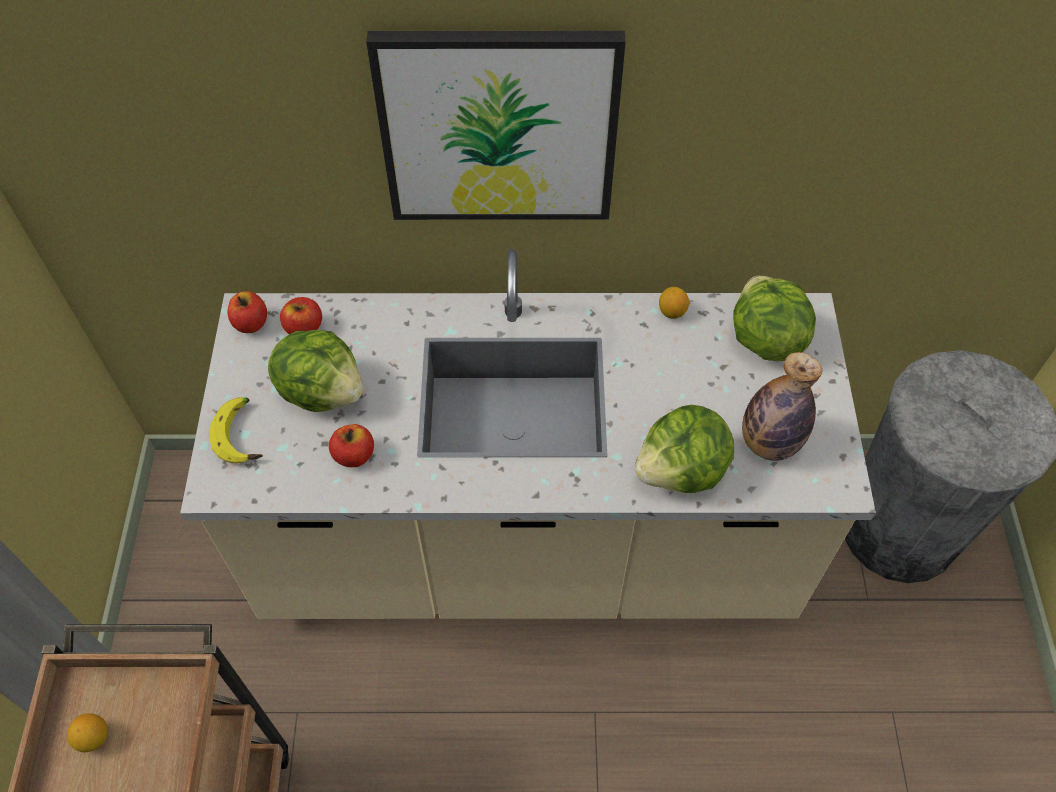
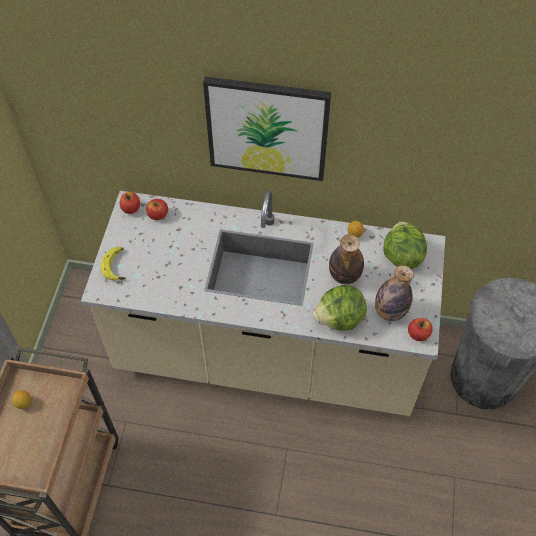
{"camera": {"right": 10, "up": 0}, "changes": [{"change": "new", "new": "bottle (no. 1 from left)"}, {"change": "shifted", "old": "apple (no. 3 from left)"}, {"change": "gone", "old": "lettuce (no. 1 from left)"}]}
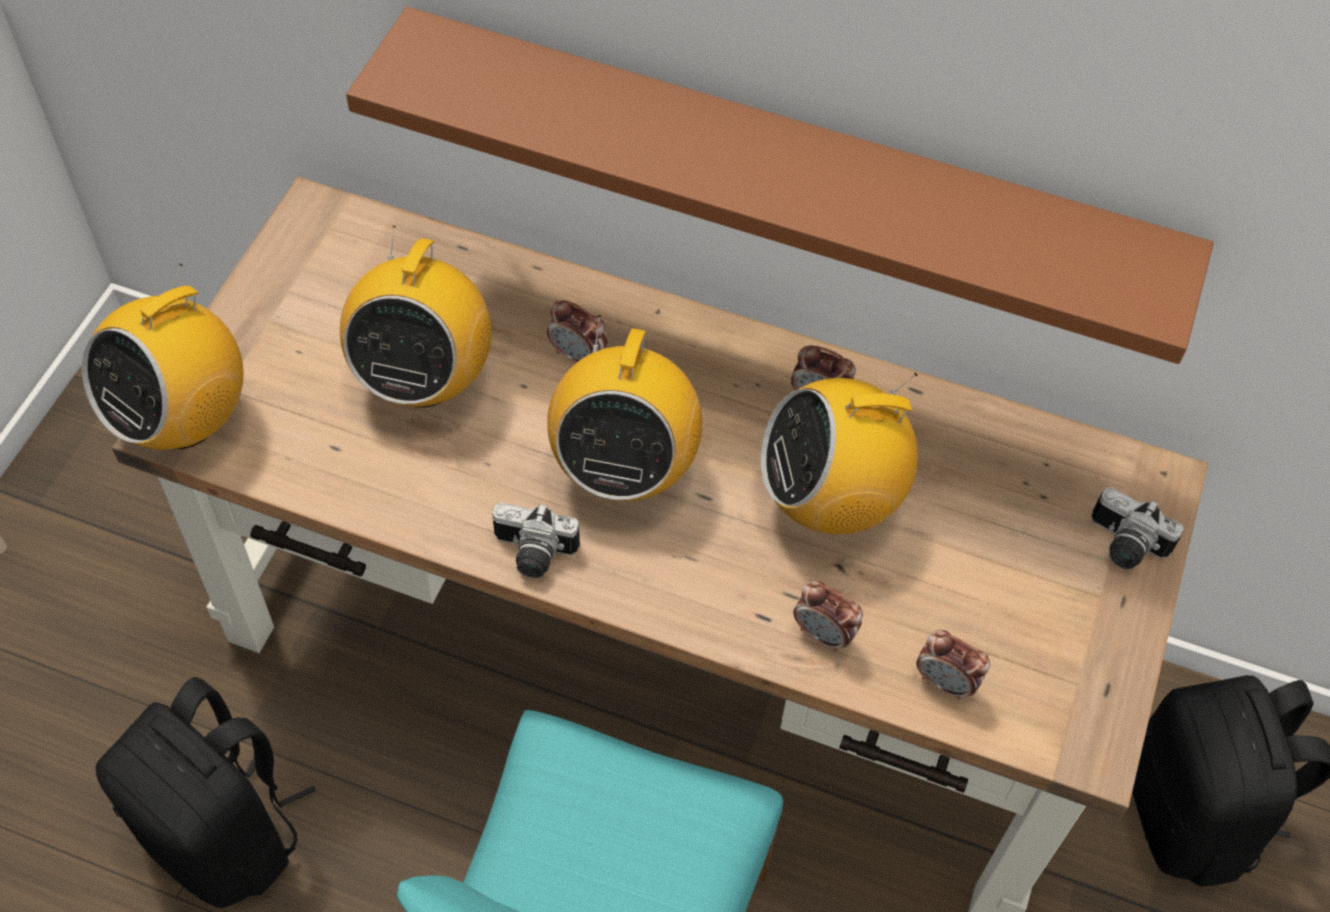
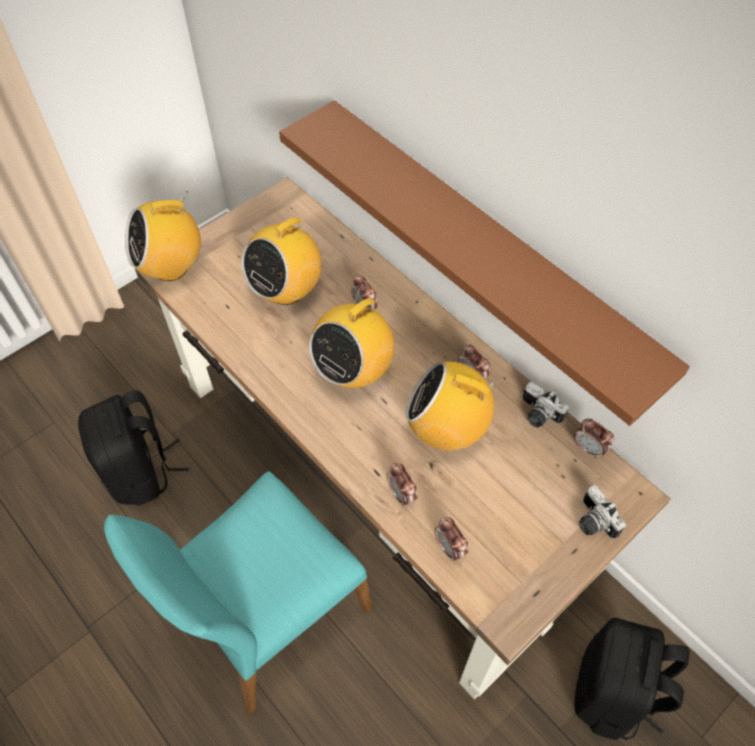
{"camera": {"right": 30, "up": 0}, "changes": [{"change": "shifted", "old": "photo_camera (no. 1 from left)"}, {"change": "new", "new": "alarm_clock (no. 5 from left)"}]}
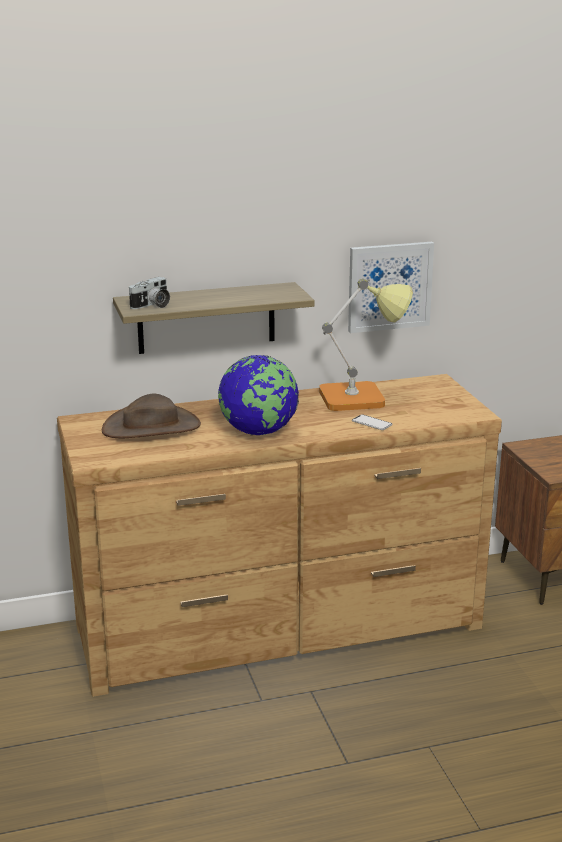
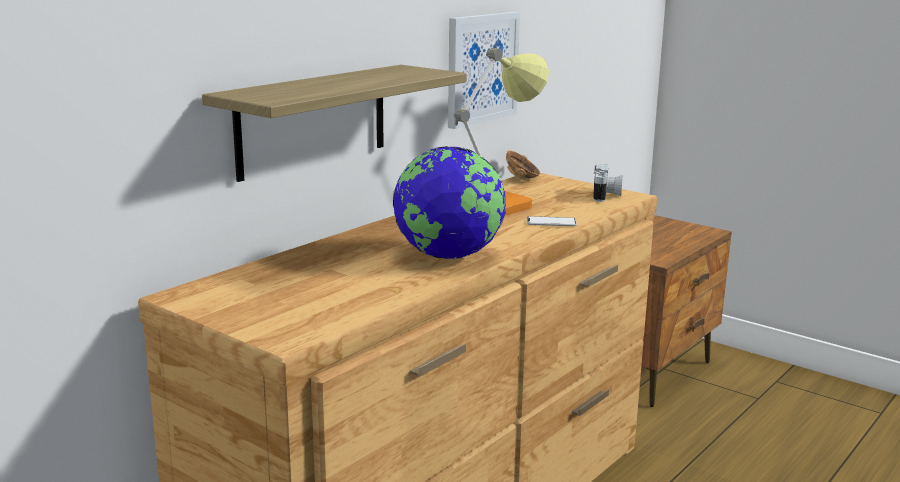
{"camera": {"right": -35, "up": -5}, "changes": [{"change": "new", "new": "bowl"}, {"change": "shifted", "old": "photo_camera"}, {"change": "gone", "old": "brown_hat"}]}
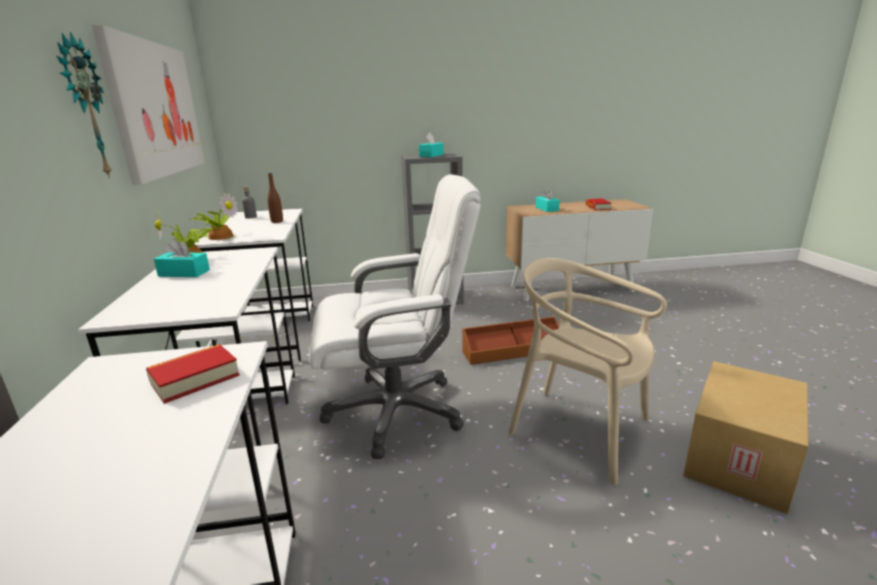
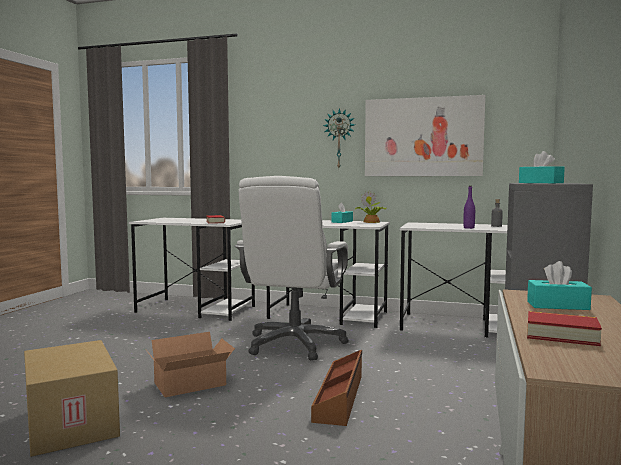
{"camera": {"right": 115, "up": -15}, "changes": [{"change": "swapped", "old": "beige_chair", "new": "cardboard_box (no. 2 from left)"}, {"change": "repainted", "old": "brown_bottle", "new": "purple_bottle"}, {"change": "gone", "old": "potted_plant (no. 2 from left)"}]}
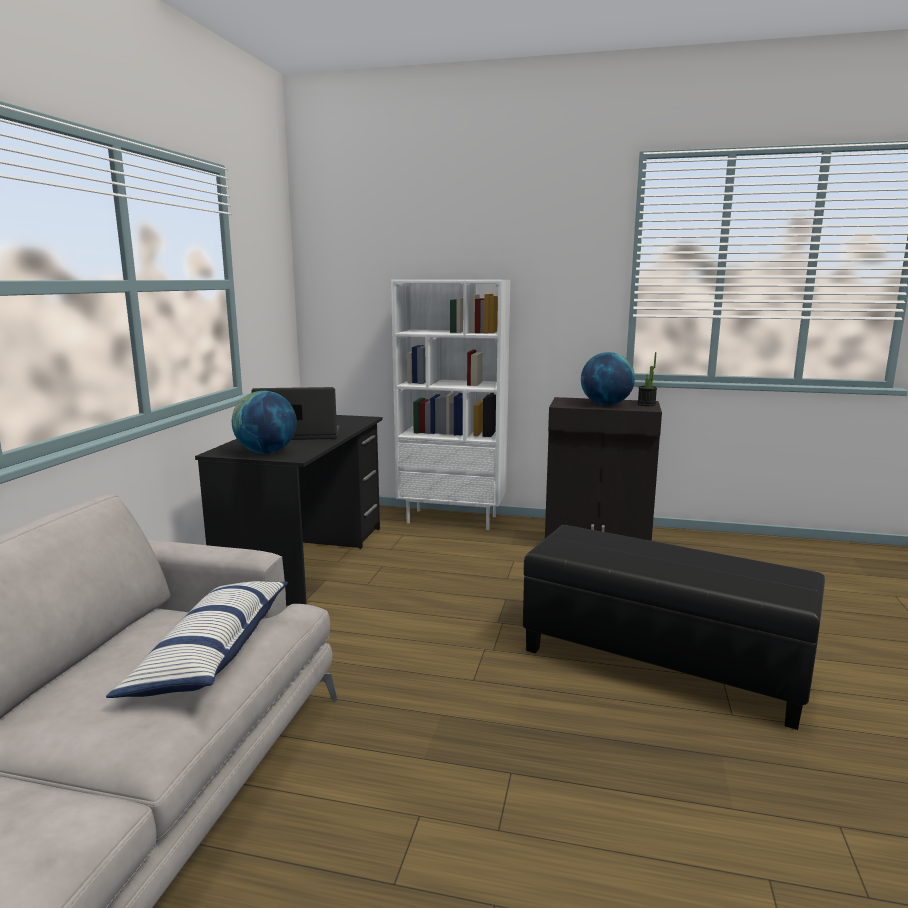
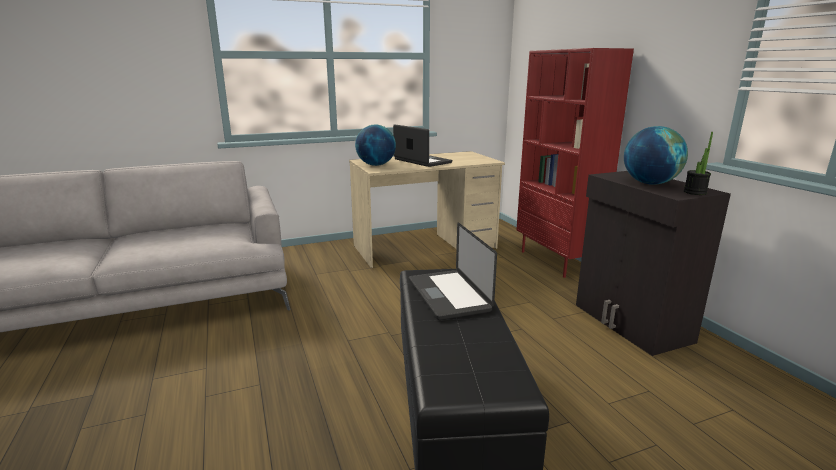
{"camera": {"right": 55, "up": 5}, "changes": [{"change": "repainted", "old": "black_desk", "new": "beige_desk"}, {"change": "new", "new": "laptop (no. 2 from left)"}, {"change": "repainted", "old": "white_bookcase", "new": "red_bookcase"}, {"change": "gone", "old": "pillow"}]}
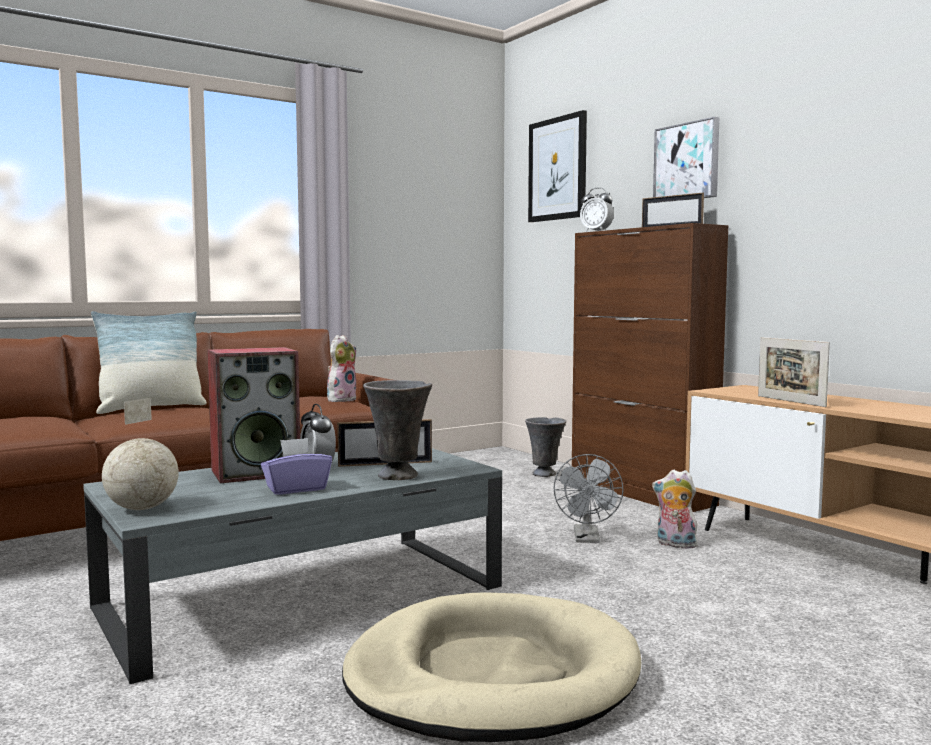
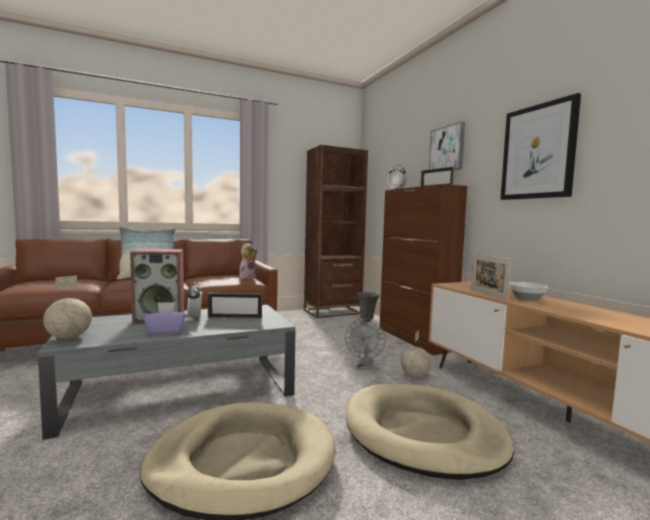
{"camera": {"right": 10, "up": 0}, "changes": [{"change": "new", "new": "brown_bookcase"}, {"change": "new", "new": "beige_dog_bed (no. 2 from left)"}, {"change": "swapped", "old": "plush_toy (no. 2 from left)", "new": "globe (no. 2 from left)"}, {"change": "shifted", "old": "picture (no. 1 from left in the first image)", "new": "picture (no. 2 from left)"}, {"change": "new", "new": "bowl"}, {"change": "gone", "old": "grey_vase (no. 1 from left)"}]}
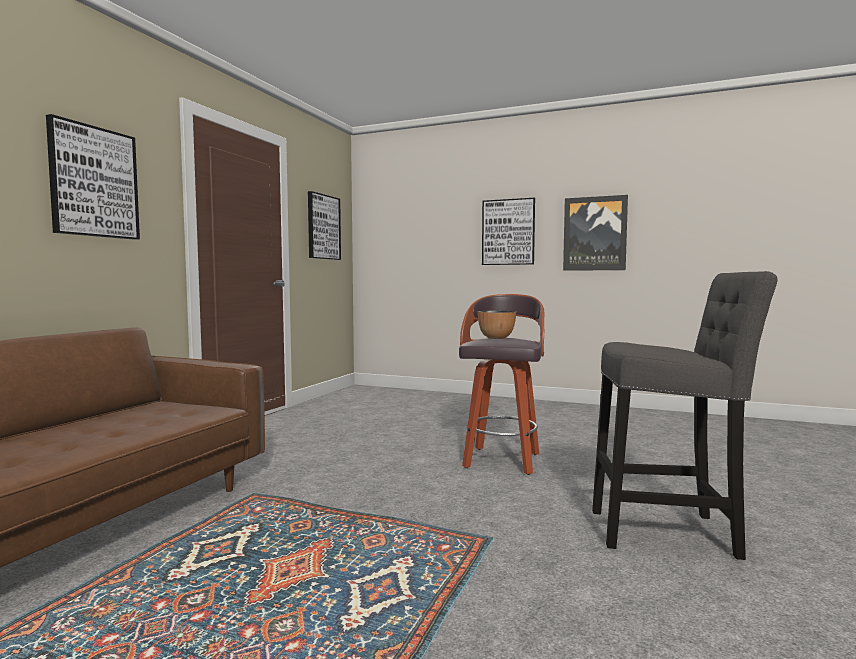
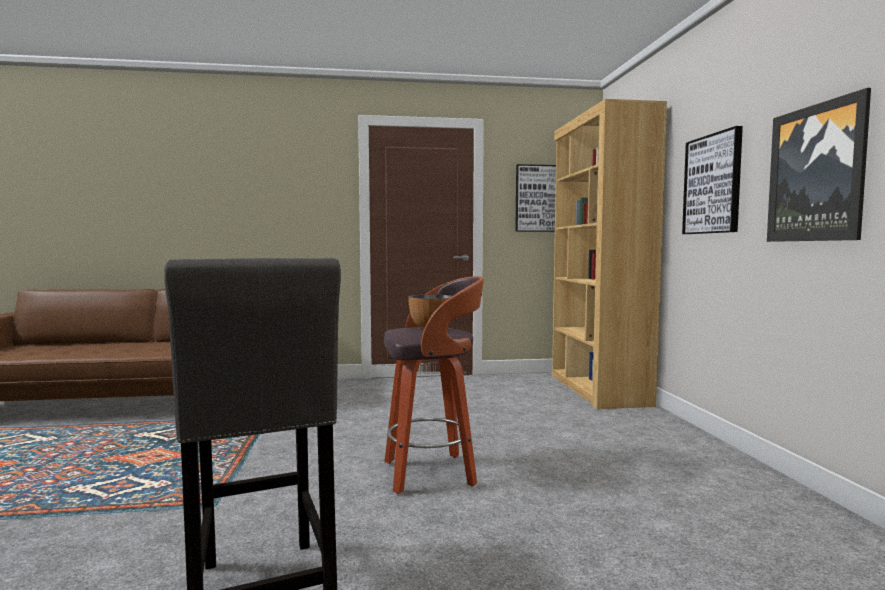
{"camera": {"right": 60, "up": 0}, "changes": [{"change": "new", "new": "brown_bookcase"}, {"change": "gone", "old": "picture (no. 1 from left)"}]}
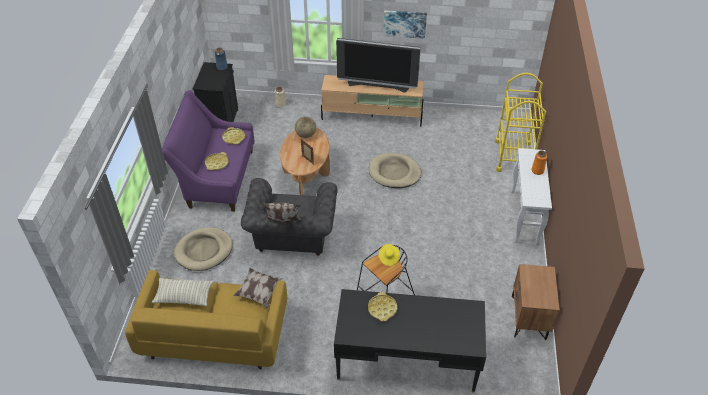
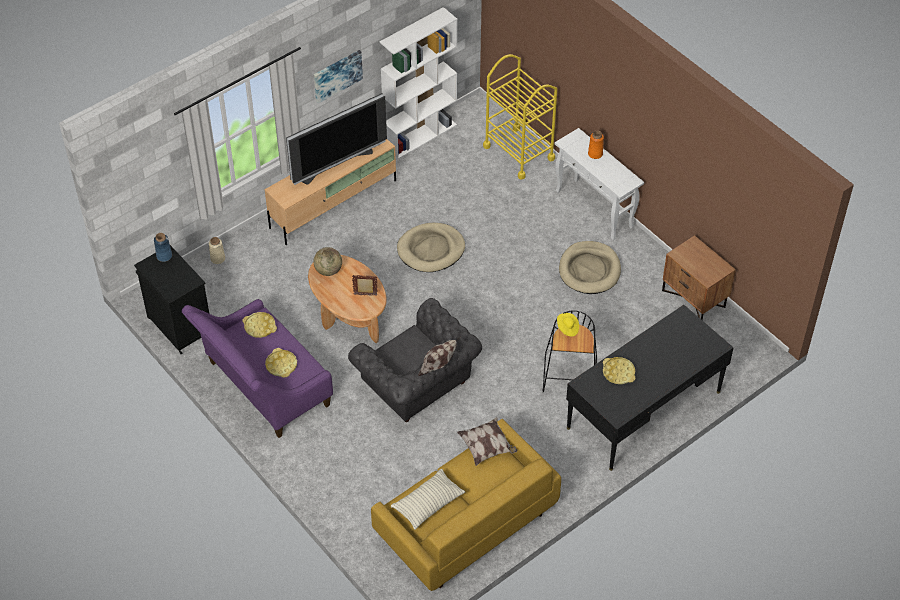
{"camera": {"right": -45, "up": 5}, "changes": [{"change": "new", "new": "white_bookcase"}, {"change": "shifted", "old": "beige_dog_bed (no. 1 from left in the first image)", "new": "beige_dog_bed (no. 2 from left)"}]}
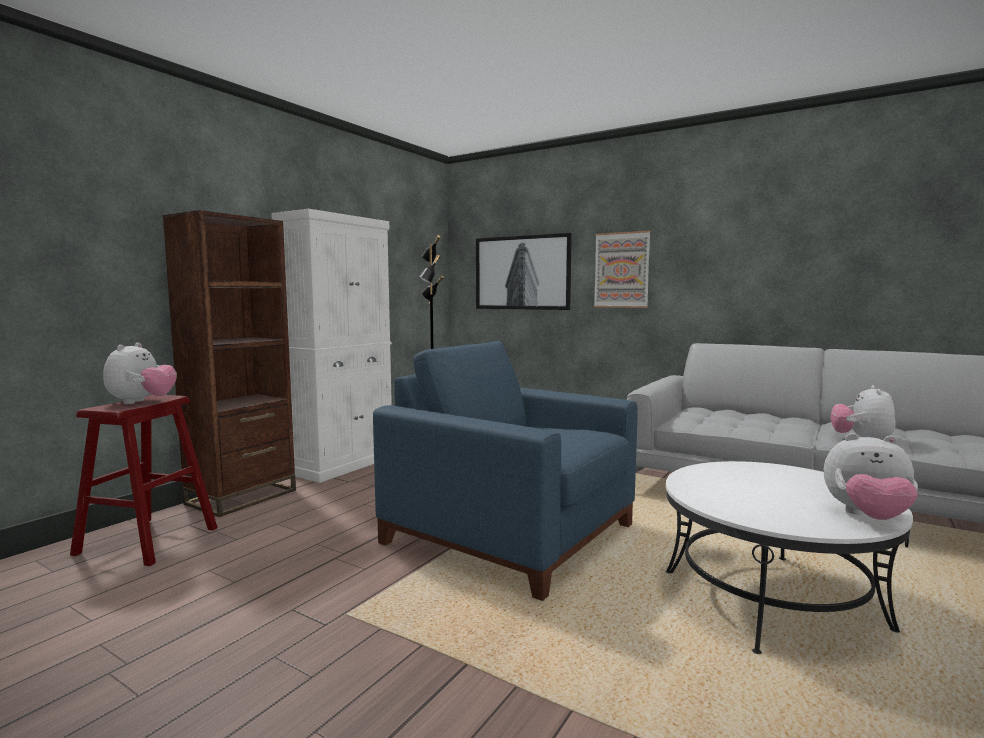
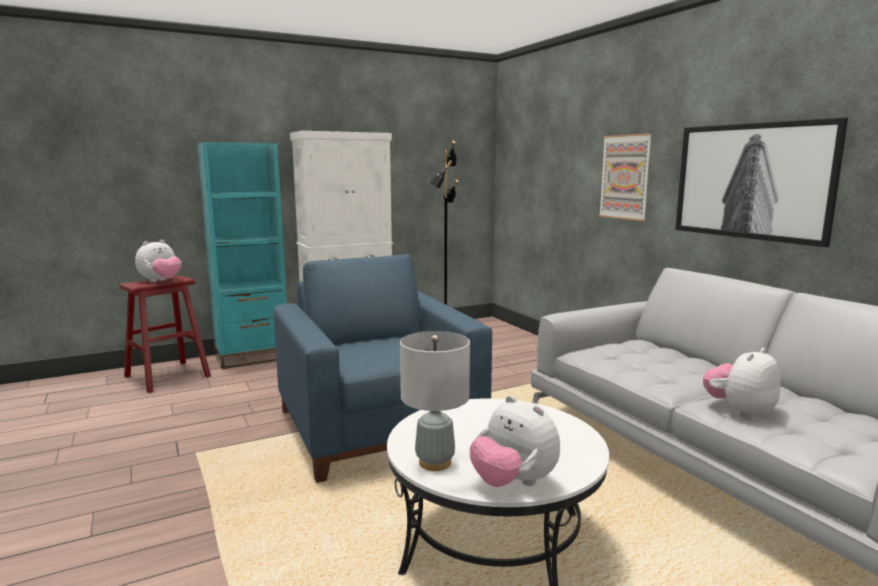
{"camera": {"right": 30, "up": 5}, "changes": [{"change": "repainted", "old": "brown_bookcase", "new": "turquoise_bookcase"}, {"change": "new", "new": "grey_table_lamp"}, {"change": "shifted", "old": "picture (no. 1 from left in the first image)", "new": "picture (no. 2 from left)"}]}
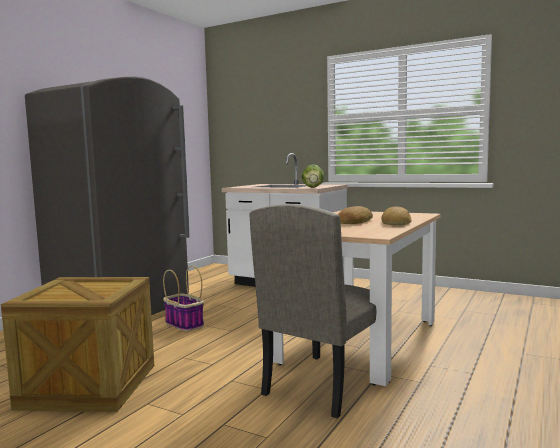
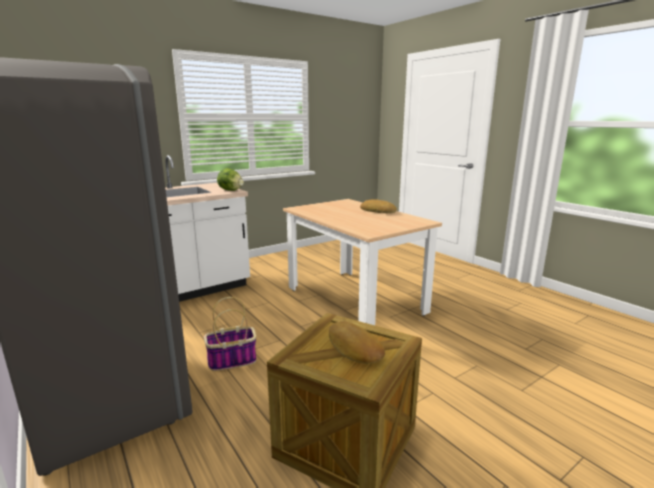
{"camera": {"right": -65, "up": 10}, "changes": [{"change": "shifted", "old": "bread (no. 1 from left)"}, {"change": "gone", "old": "beige_chair"}]}
